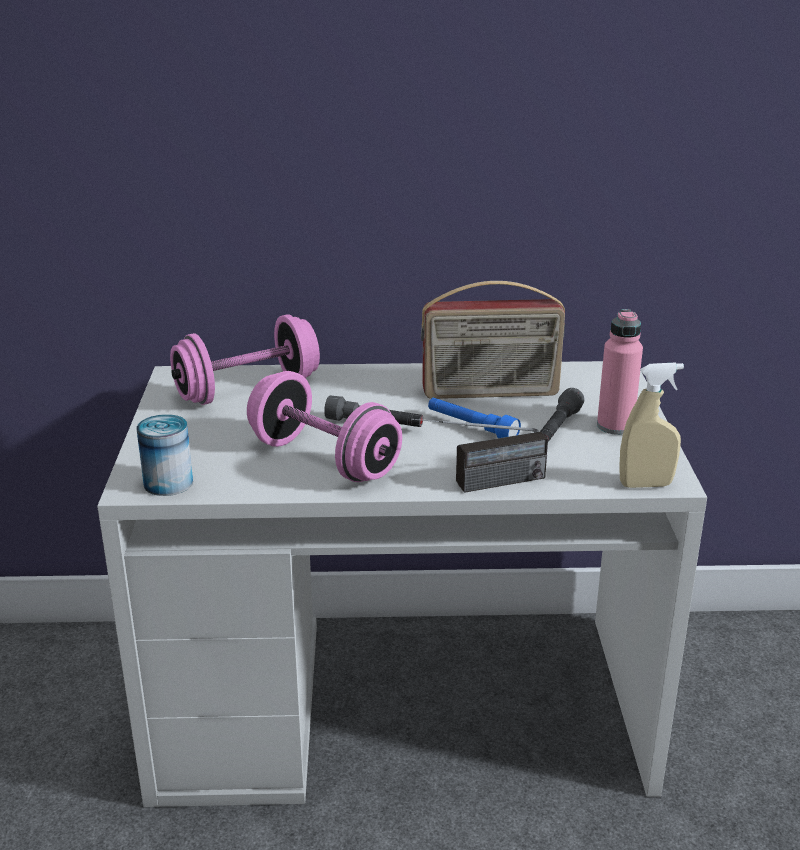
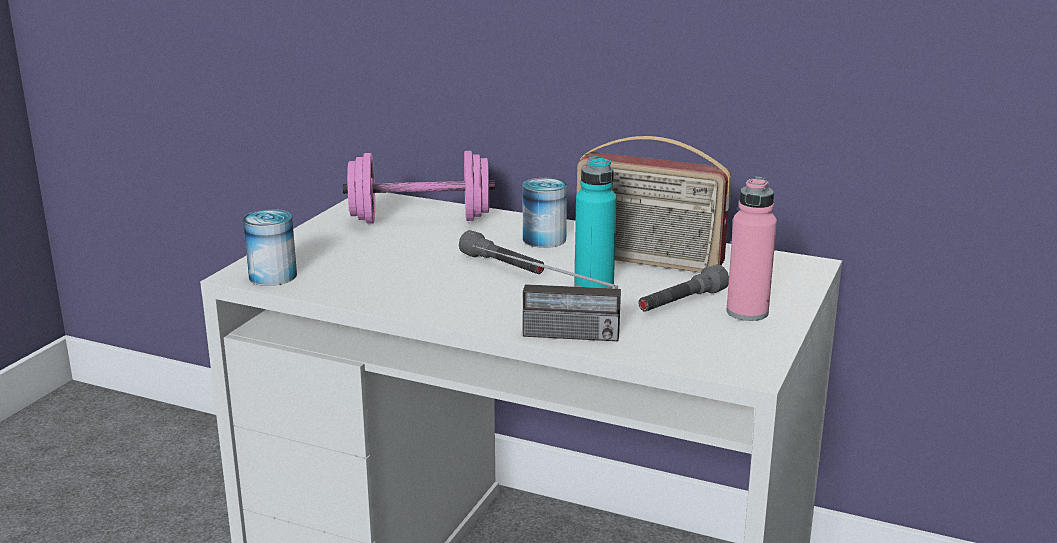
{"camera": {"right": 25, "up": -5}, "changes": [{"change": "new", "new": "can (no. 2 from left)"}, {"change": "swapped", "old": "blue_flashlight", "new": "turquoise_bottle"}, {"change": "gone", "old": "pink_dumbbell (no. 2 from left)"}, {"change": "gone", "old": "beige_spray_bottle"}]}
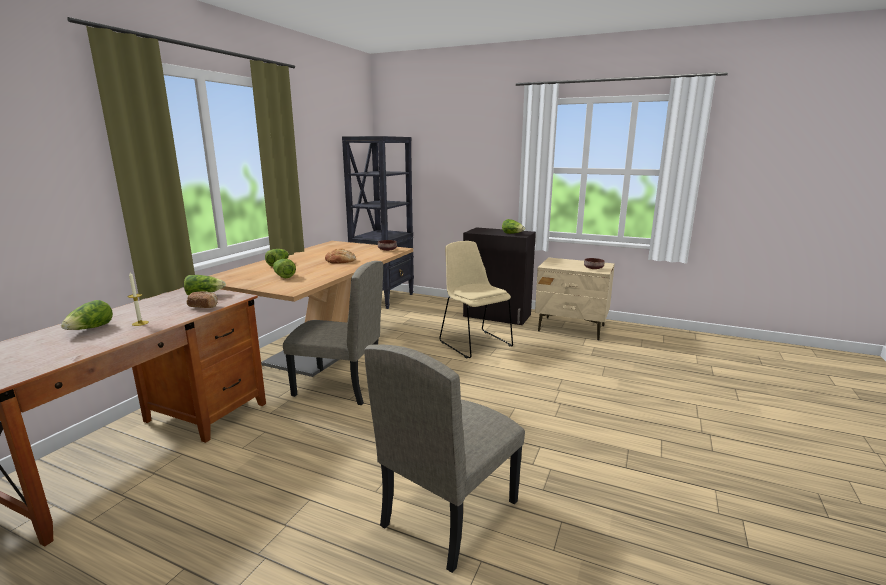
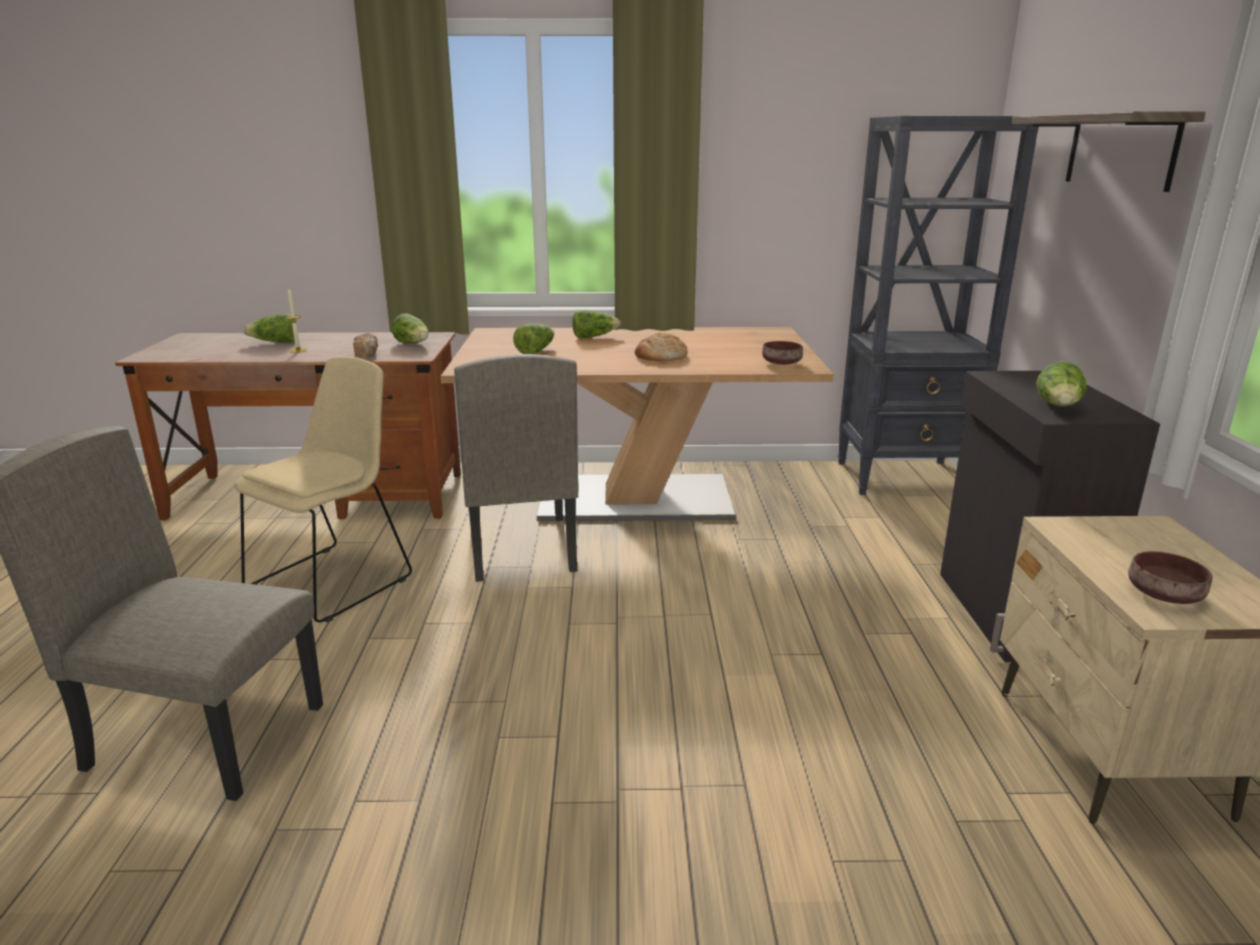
{"camera": {"right": 65, "up": 5}, "changes": [{"change": "shifted", "old": "beige_chair (no. 3 from left in the first image)", "new": "beige_chair (no. 2 from left)"}, {"change": "new", "new": "shelf"}]}
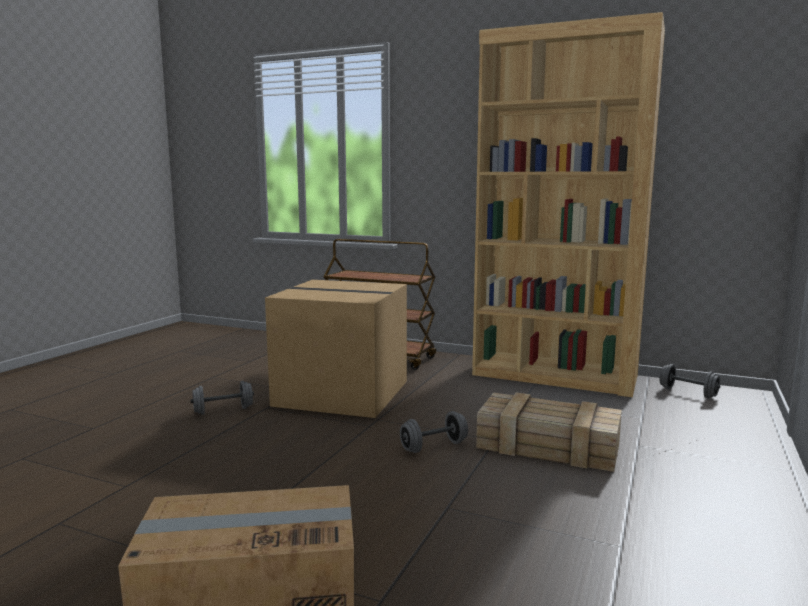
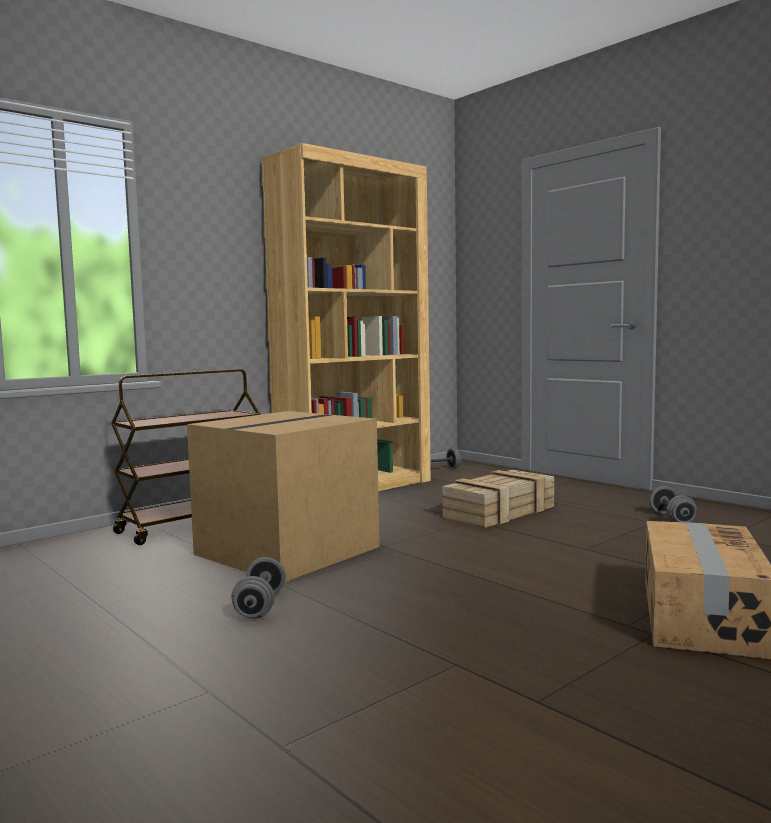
{"camera": {"right": -65, "up": -5}, "changes": [{"change": "shifted", "old": "grey_dumbbell (no. 2 from left in the first image)", "new": "grey_dumbbell (no. 3 from left)"}]}
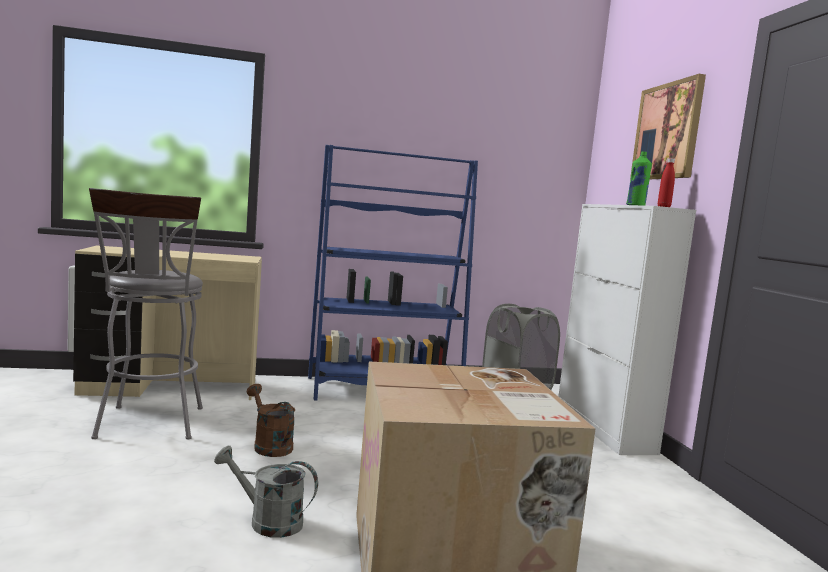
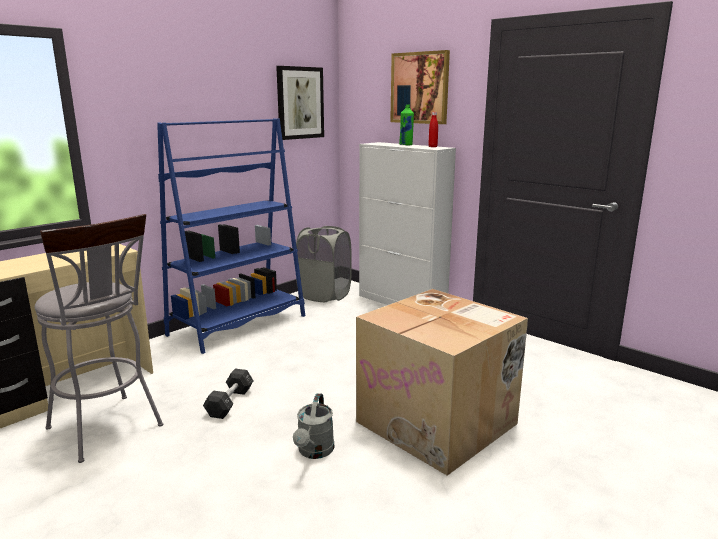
{"camera": {"right": -35, "up": 10}, "changes": [{"change": "swapped", "old": "brown_watering_can", "new": "black_dumbbell"}, {"change": "new", "new": "picture (no. 1 from left)"}, {"change": "rotated", "old": "grey_watering_can", "degrees": -60}]}
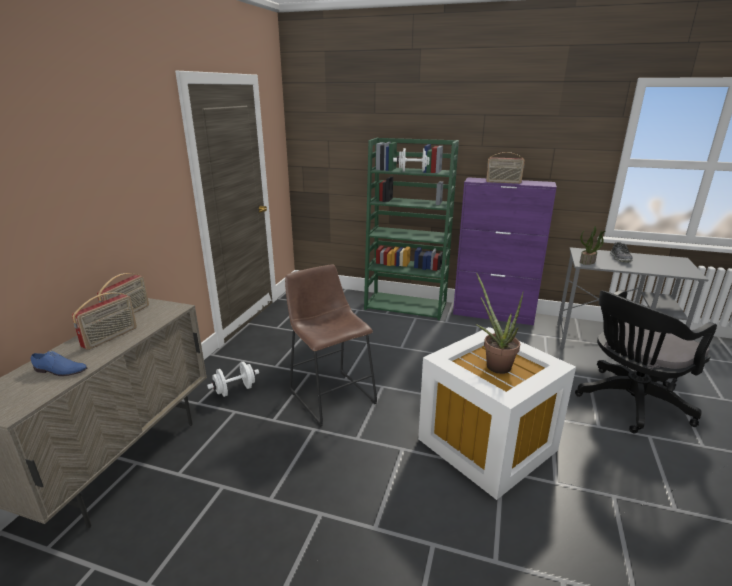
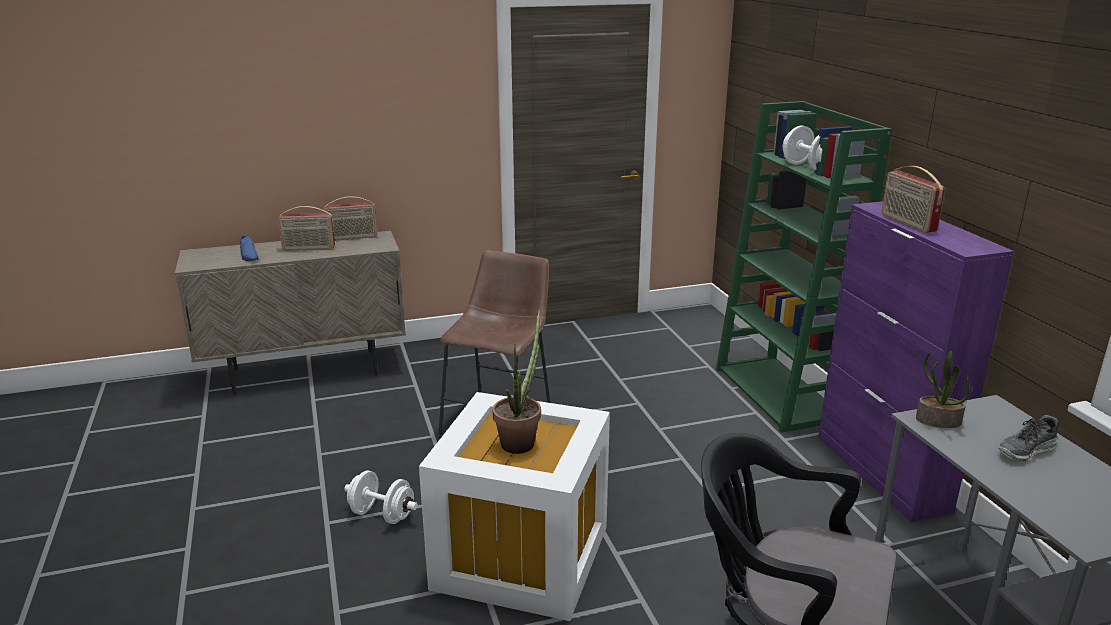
{"camera": {"right": 55, "up": 0}, "changes": [{"change": "shifted", "old": "white_dumbbell (no. 1 from left)"}]}
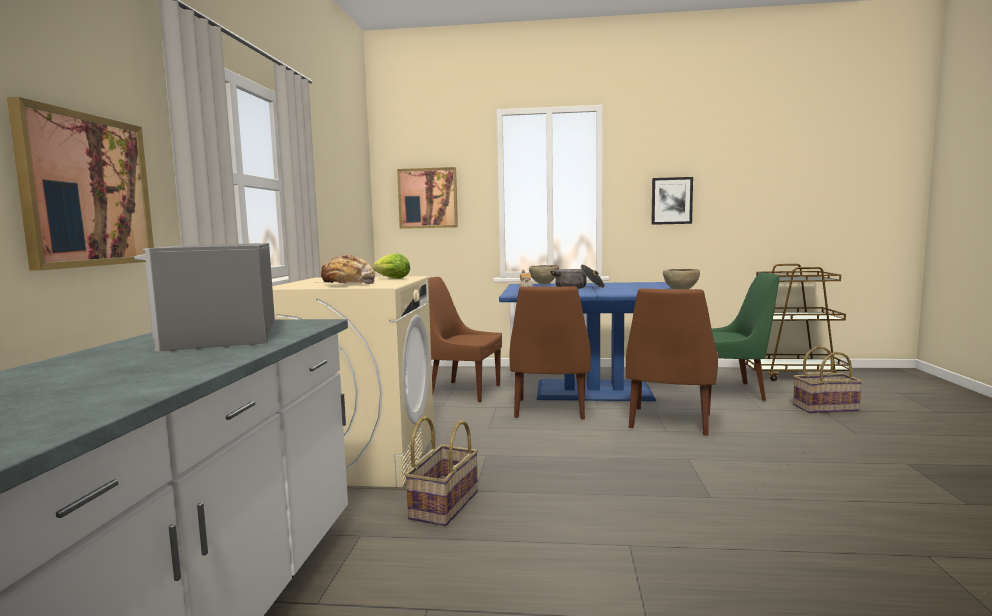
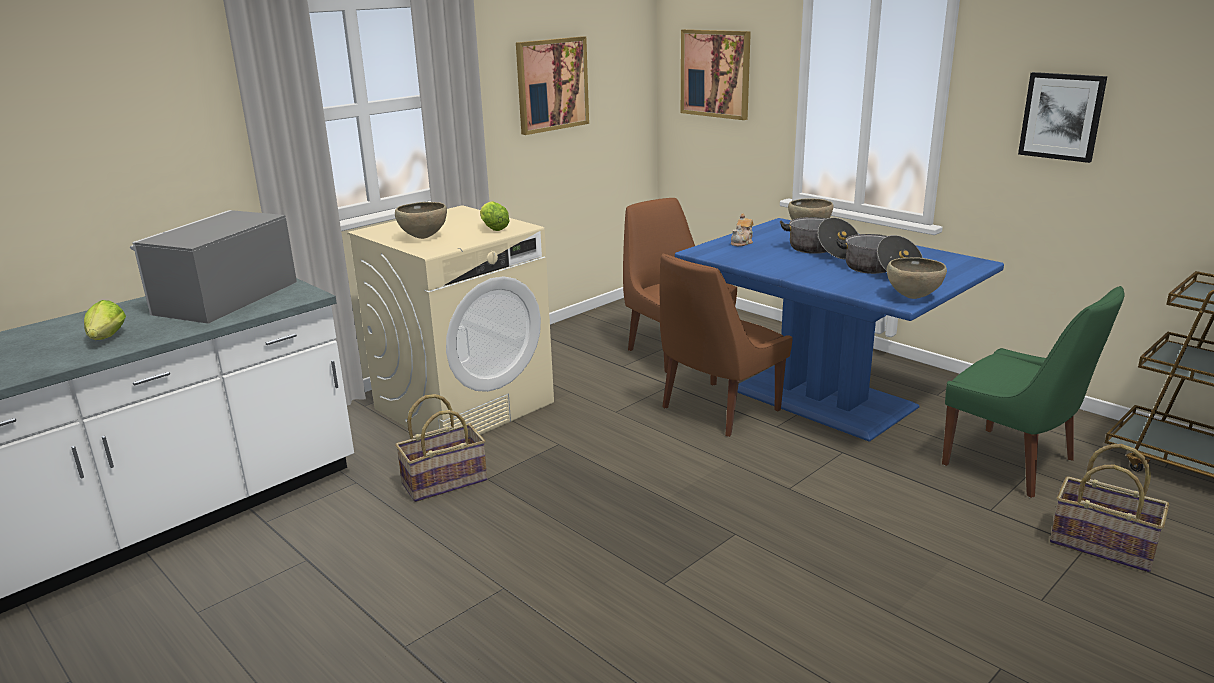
{"camera": {"right": 40, "up": 15}, "changes": [{"change": "new", "new": "lettuce (no. 1 from left)"}, {"change": "swapped", "old": "bread", "new": "brown_bowl (no. 1 from left)"}, {"change": "shifted", "old": "picture (no. 1 from left)"}, {"change": "new", "new": "cooking_pot (no. 2 from left)"}, {"change": "gone", "old": "brown_chair (no. 3 from left)"}]}
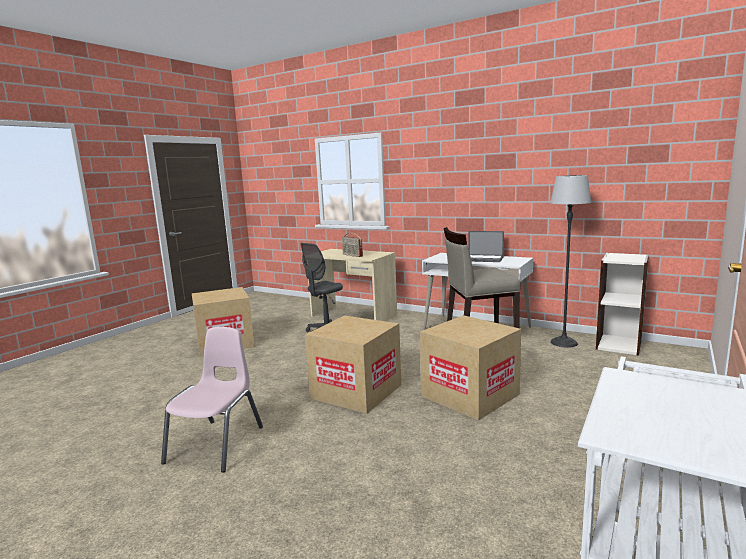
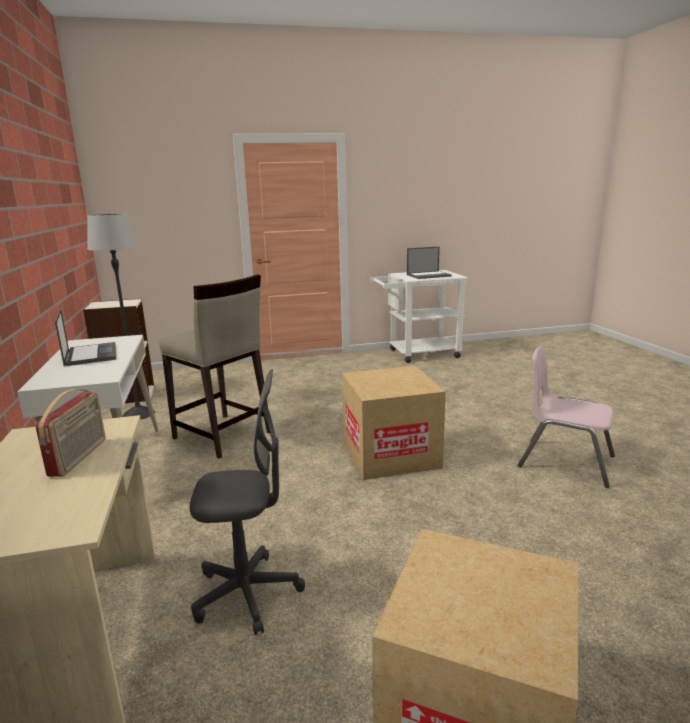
{"camera": {"right": -135, "up": 5}, "changes": [{"change": "new", "new": "laptop (no. 2 from left)"}, {"change": "rotated", "old": "pink_chair", "degrees": 60}, {"change": "gone", "old": "cardboard_box (no. 3 from left)"}]}
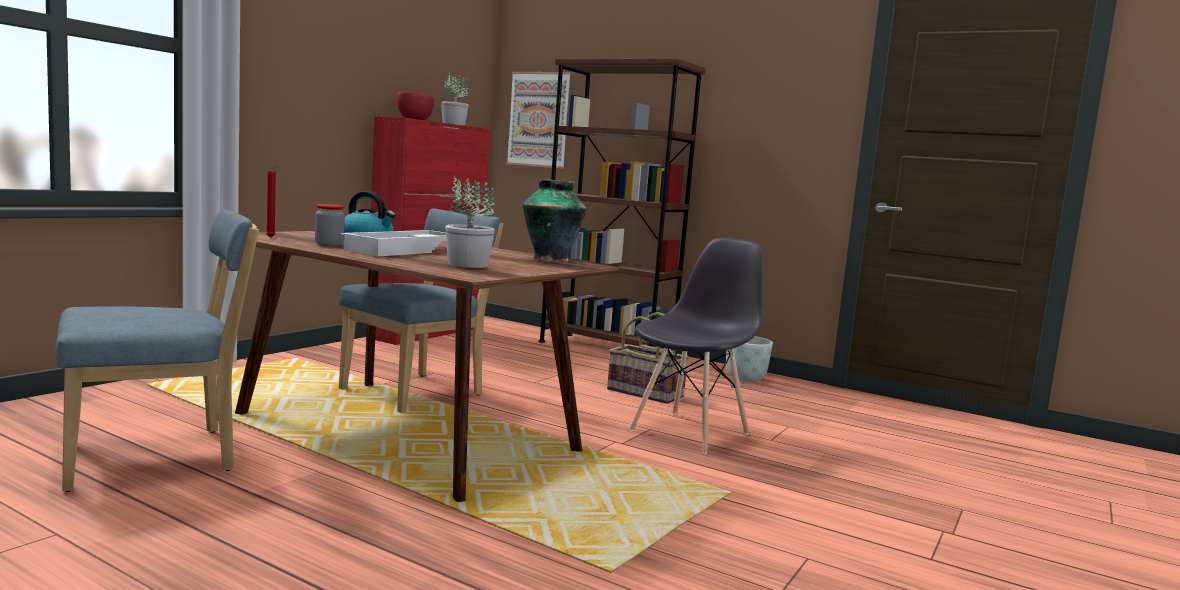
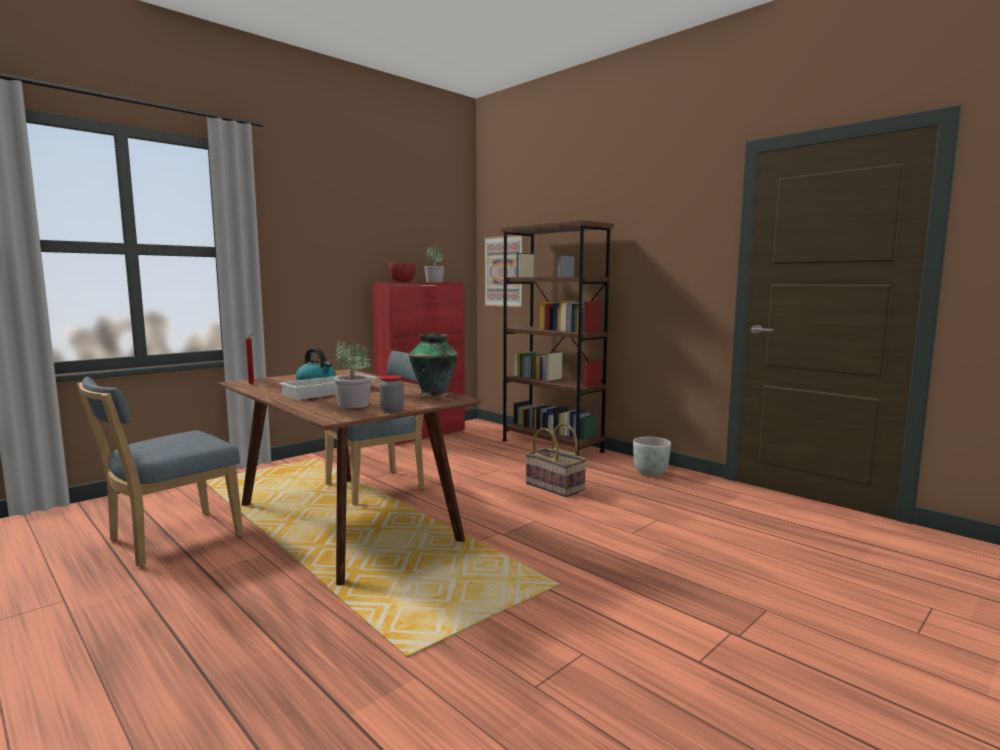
{"camera": {"right": 15, "up": 0}, "changes": [{"change": "rotated", "old": "blue_chair (no. 1 from left)", "degrees": 150}, {"change": "shifted", "old": "jar"}, {"change": "gone", "old": "grey_chair"}]}
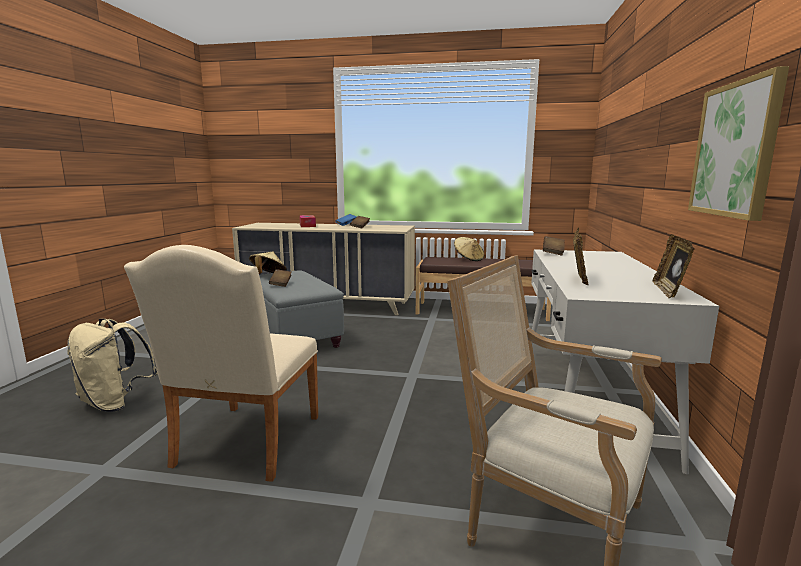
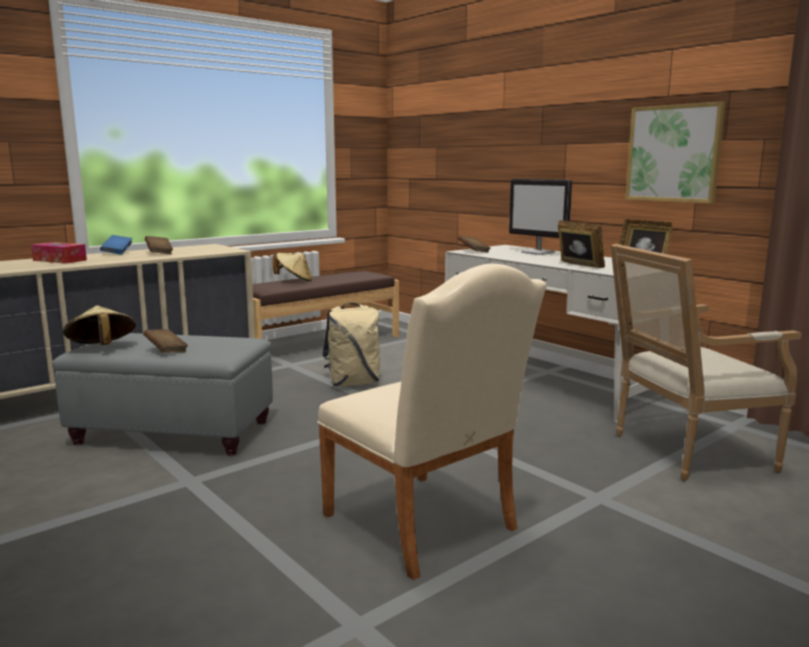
{"camera": {"right": -50, "up": 0}, "changes": [{"change": "shifted", "old": "beige_backpack"}, {"change": "new", "new": "monitor"}]}
